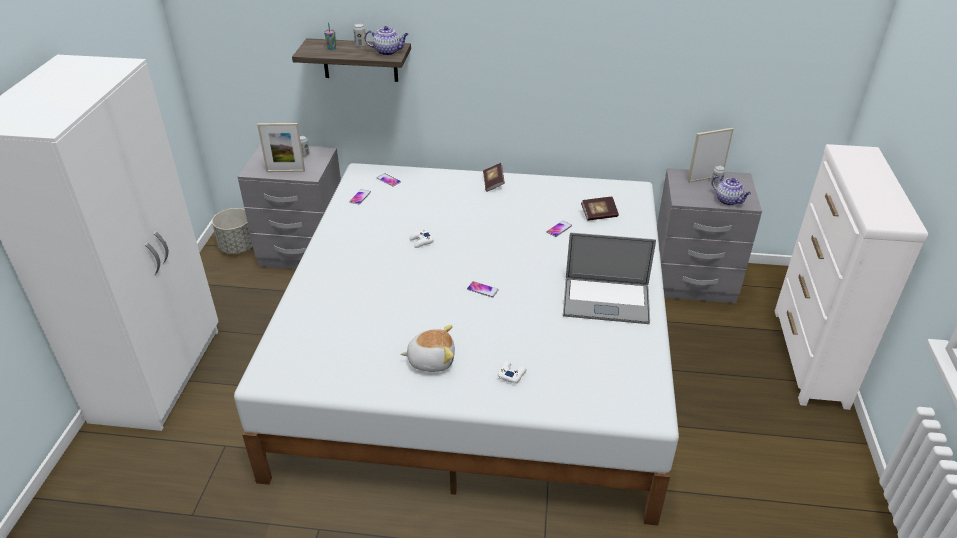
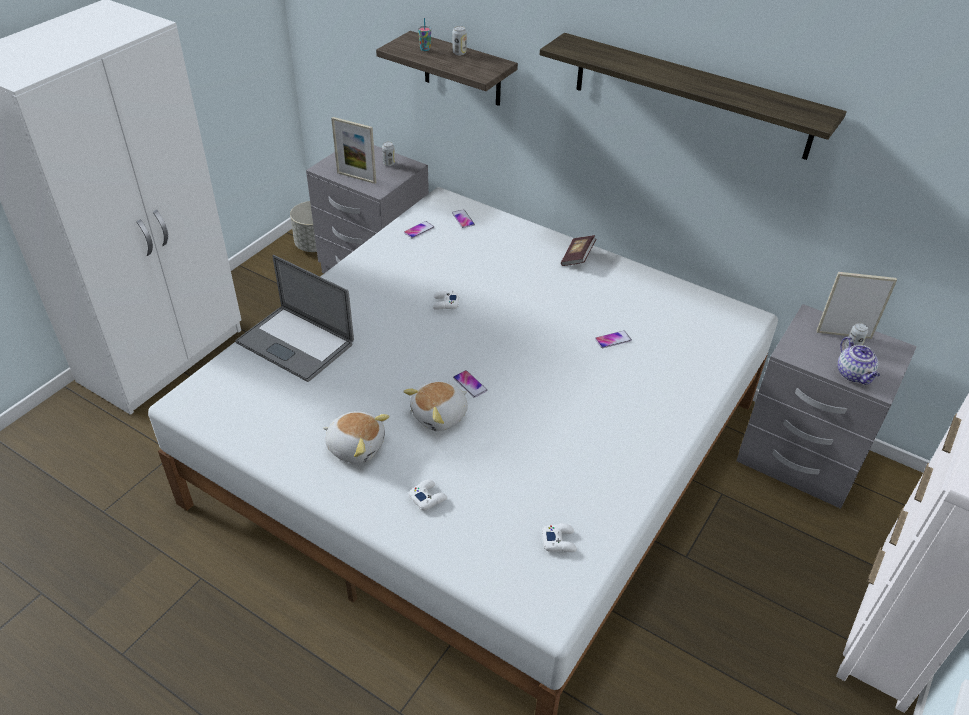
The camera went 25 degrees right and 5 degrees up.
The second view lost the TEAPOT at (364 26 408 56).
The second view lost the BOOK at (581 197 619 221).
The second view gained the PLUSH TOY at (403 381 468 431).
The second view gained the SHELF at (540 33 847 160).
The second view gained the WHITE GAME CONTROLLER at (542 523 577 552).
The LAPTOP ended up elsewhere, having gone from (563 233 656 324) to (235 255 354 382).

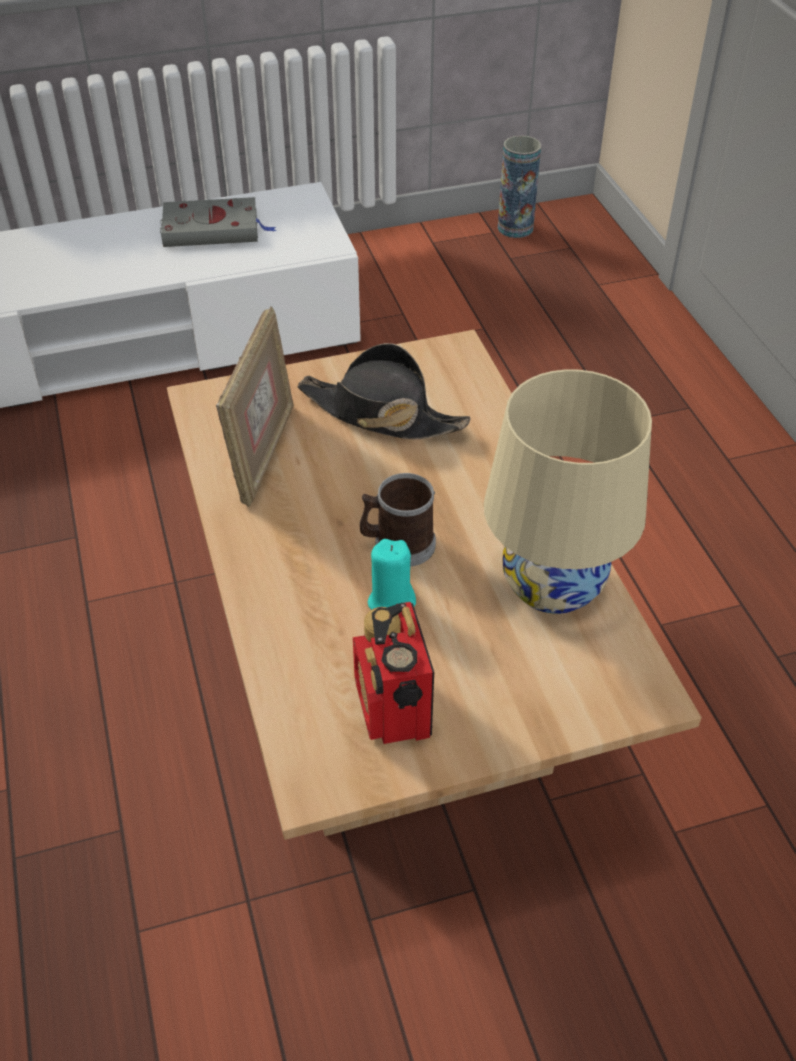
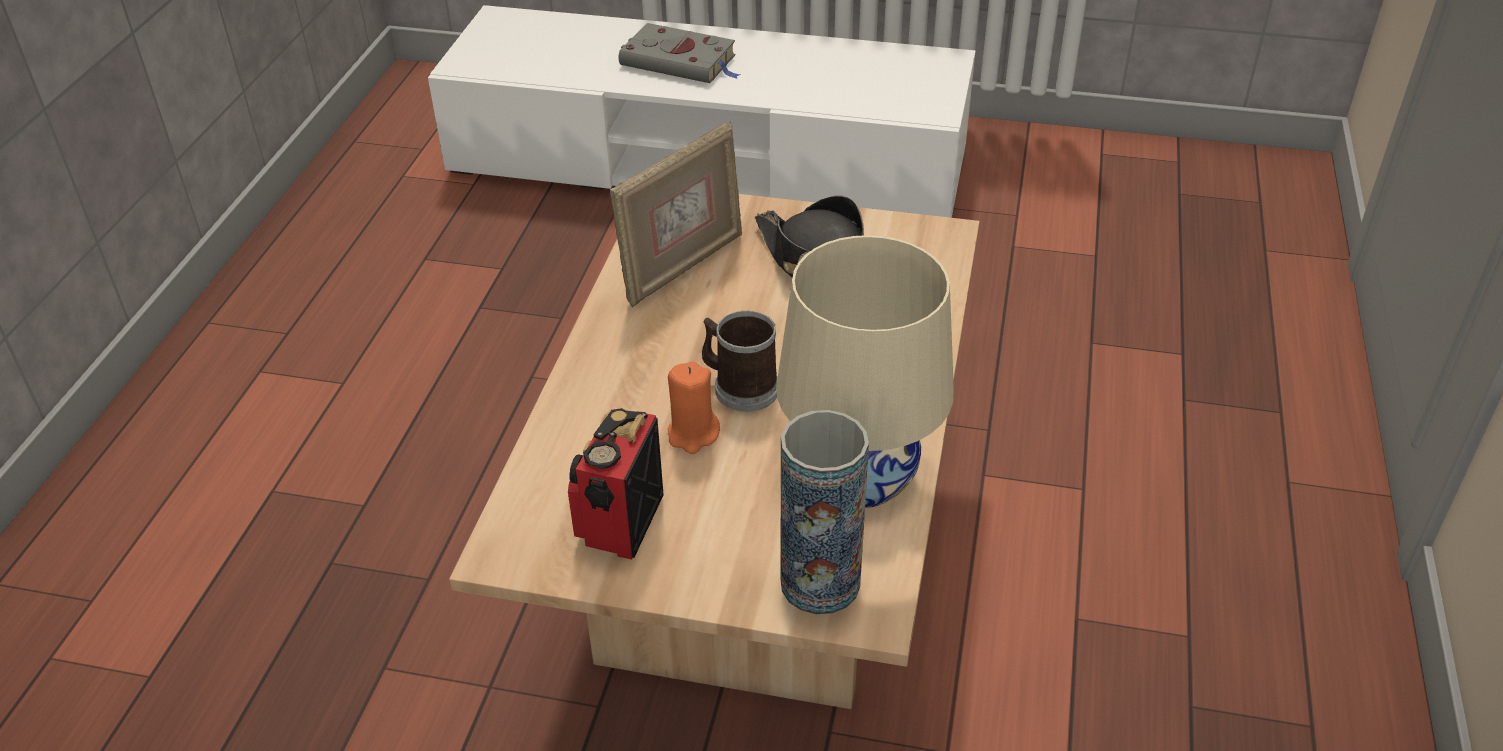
The camera went 30 degrees right and 5 degrees down.
The GREY BOOK ended up elsewhere, having gone from (160 197 276 247) to (619 23 740 83).
The VASE ended up elsewhere, having gone from (498 135 541 238) to (781 410 869 615).
What was the TURQUOISE CANDLE at (368 539 416 610) turned into the ORANGE CANDLE at (668 362 720 454).

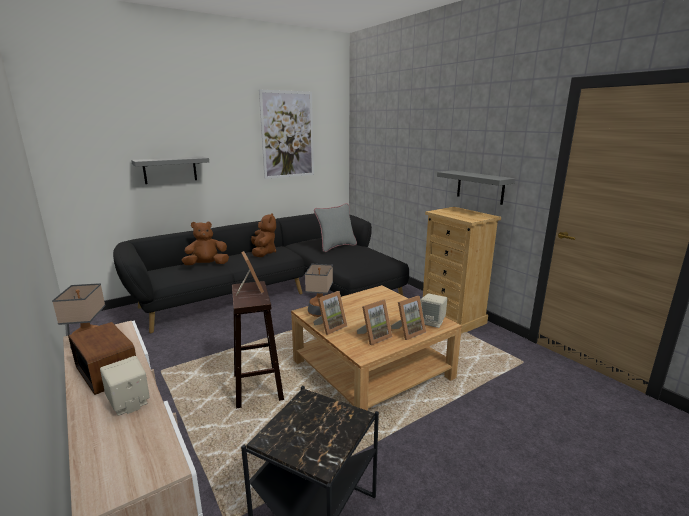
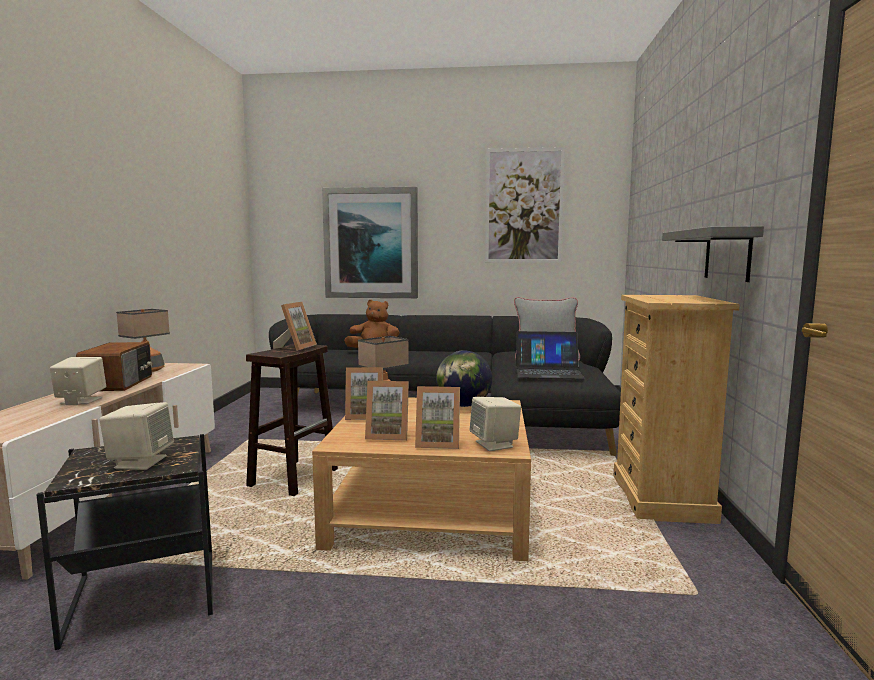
The camera went 40 degrees right and 10 degrees down.
The second view lost the BROWN PLUSH TOY at (251 213 276 257).
The second view gained the BEIGE SPEAKER at (99 402 174 470).
The second view gained the GLOBE at (436 351 492 407).
The second view gained the LAPTOP at (516 331 585 379).
Where the GREY SHELF hung at (131 157 209 184), the PICTURE came to hang at (322 187 418 298).

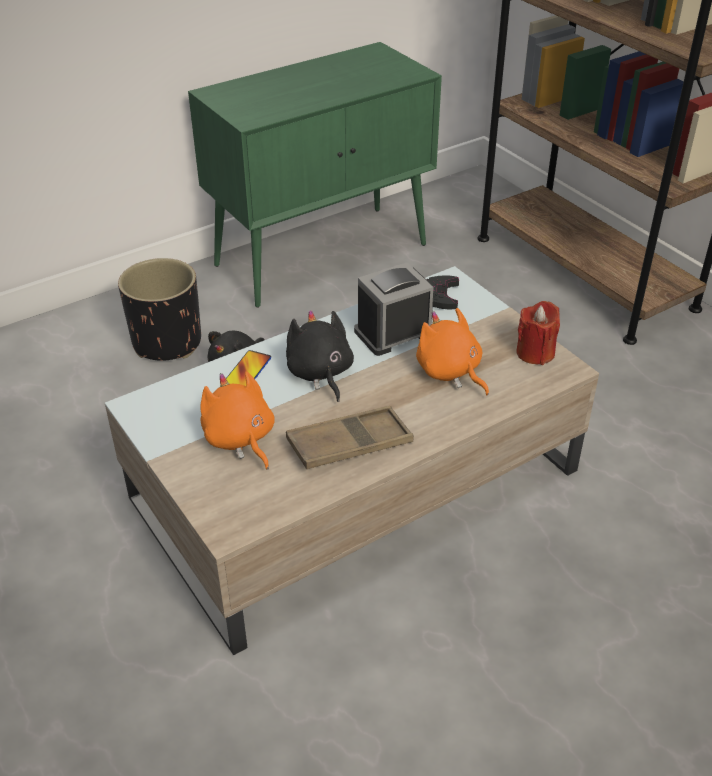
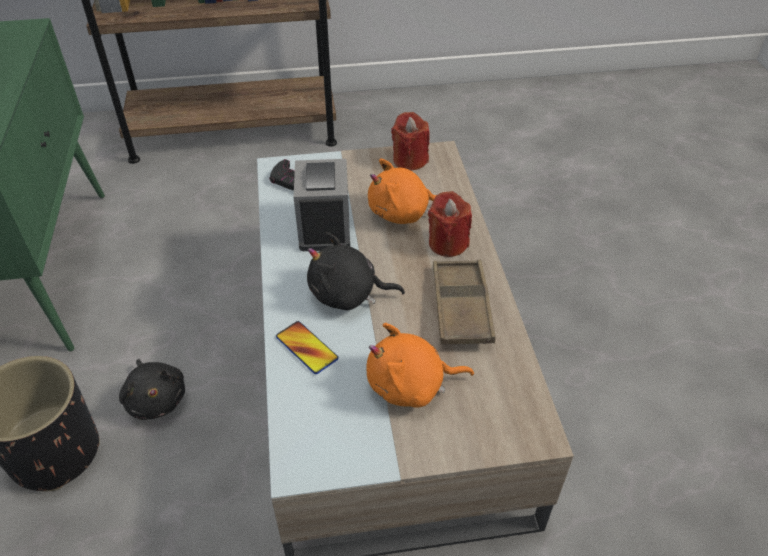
The camera went 65 degrees left and 5 degrees up.
The second view gained the RED CANDLE at (428 191 472 257).

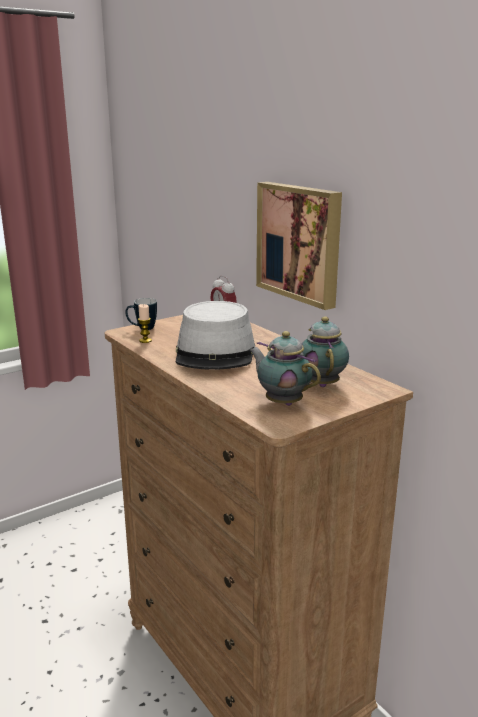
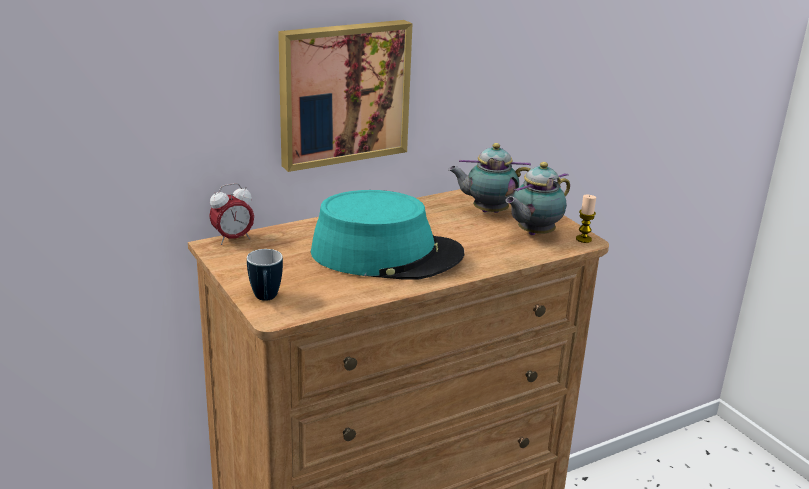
The camera went 85 degrees left and 5 degrees up.
The CANDLE ended up elsewhere, having gone from (138 304 152 343) to (576 195 596 243).
What was the GREY HAT at (175 301 255 370) turned into the TURQUOISE HAT at (311 190 464 280).

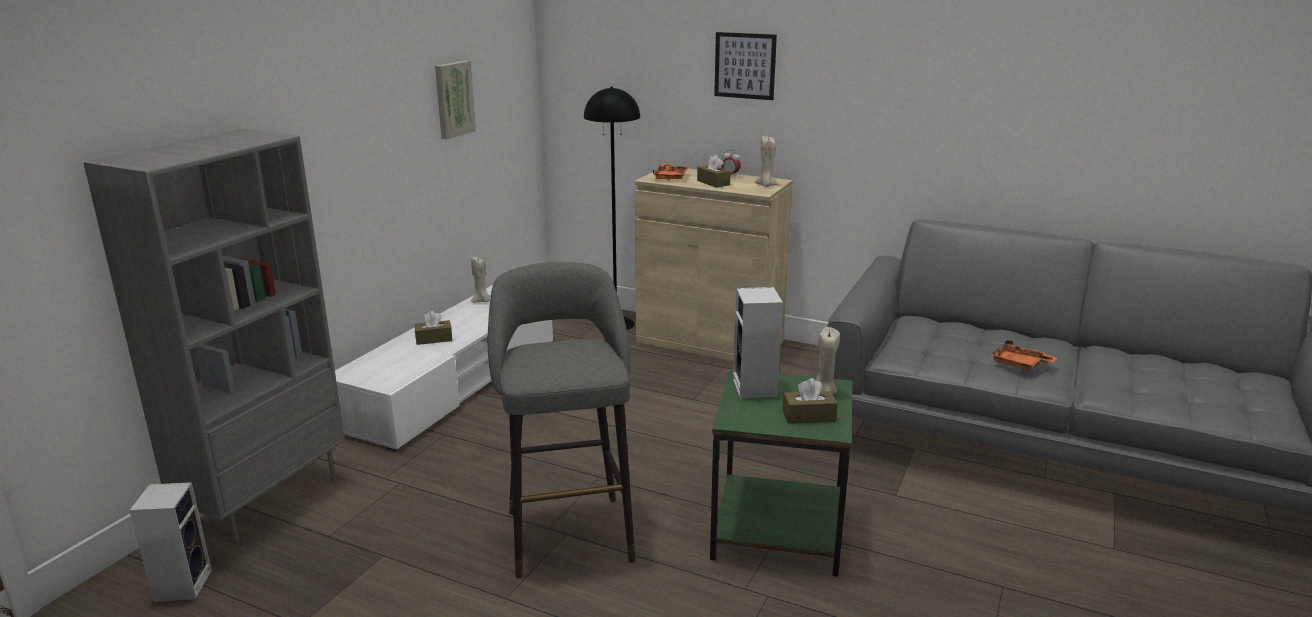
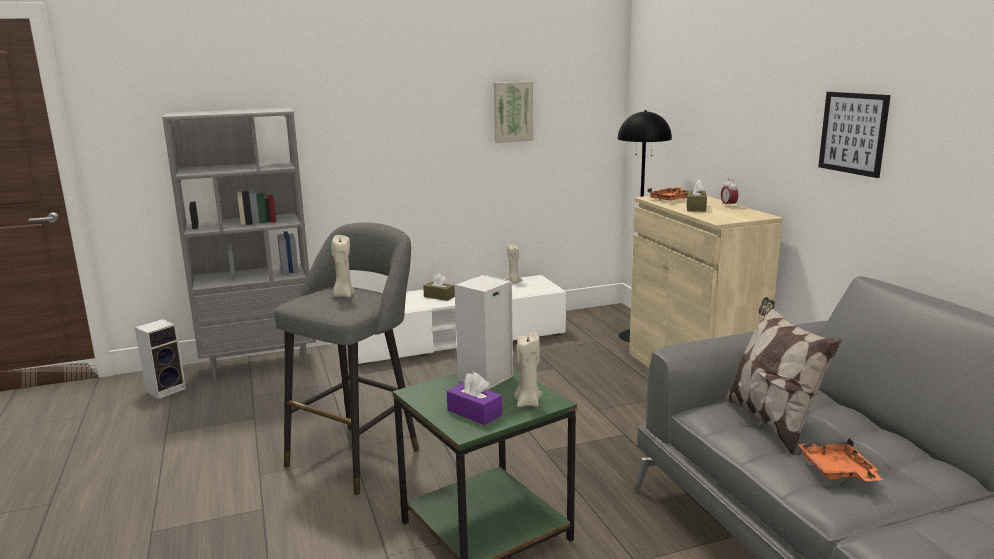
The camera went 45 degrees right and 5 degrees down.
The second view gained the PILLOW at (724 297 842 455).
The PICTURE ended up elsewhere, having gone from (714 32 777 100) to (818 92 891 178).
The BEIGE CANDLE ended up elsewhere, having gone from (755 136 778 187) to (331 235 355 297).
What was the BROWN TISSUE BOX at (783 378 838 424) turned into the PURPLE TISSUE BOX at (447 372 502 425).

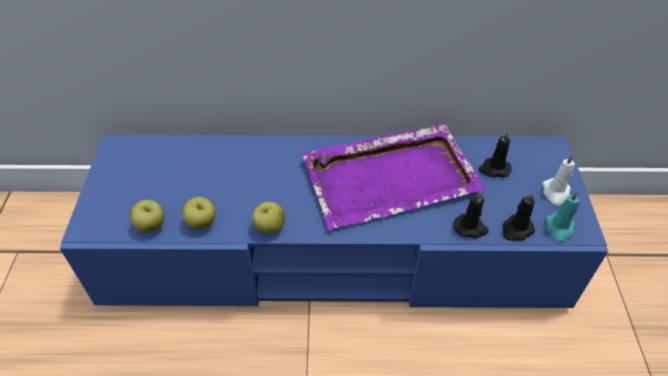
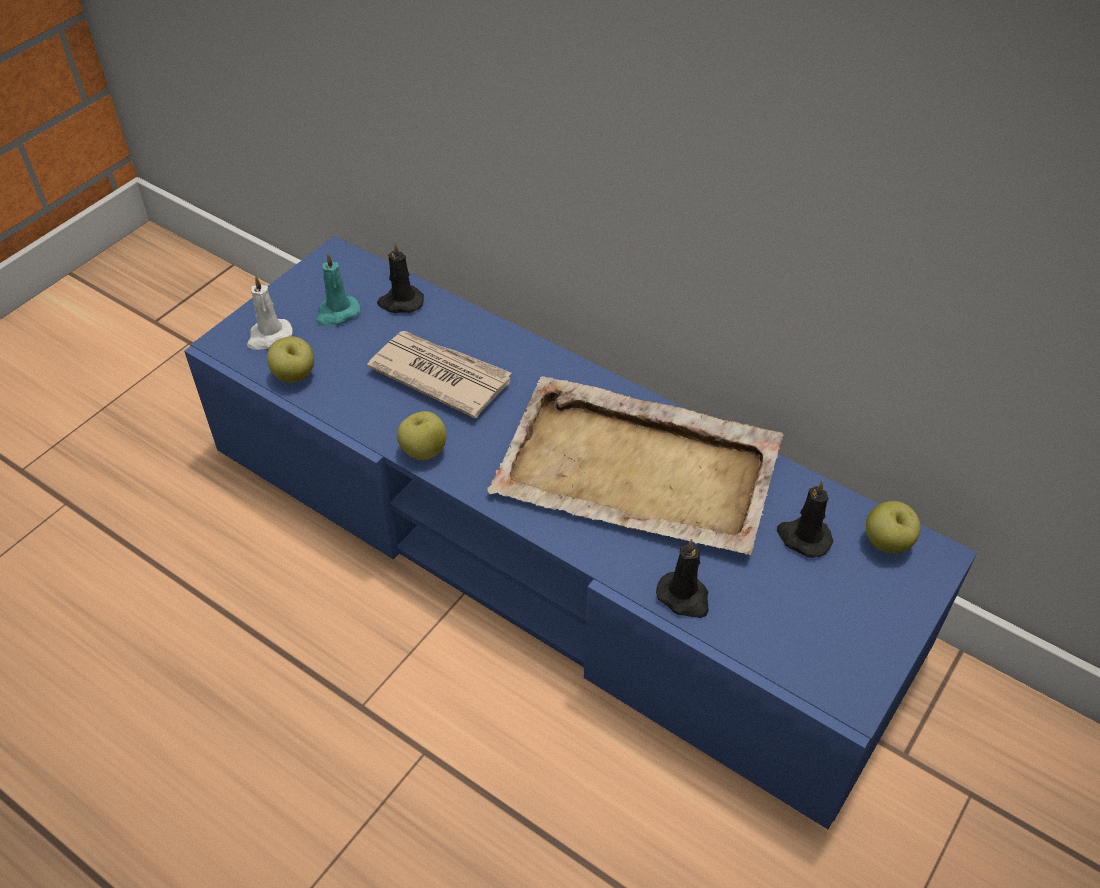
The camera went 35 degrees right and 0 degrees up.
The second view gained the NEWSPAPER at (367 331 511 418).
The APPLE ended up elsewhere, having gone from (182 197 216 229) to (866 501 921 553).
The BLACK CANDLE ended up elsewhere, having gone from (503 192 535 241) to (377 242 424 313).
The WHITE CANDLE ended up elsewhere, having gone from (542 154 575 205) to (247 275 293 350).
The TURQUOISE CANDLE ended up elsewhere, having gone from (545 191 580 243) to (316 252 360 326).
What was the PURPLE TRAY at (303 124 485 230) turned into the BEIGE TRAY at (487 376 784 555).

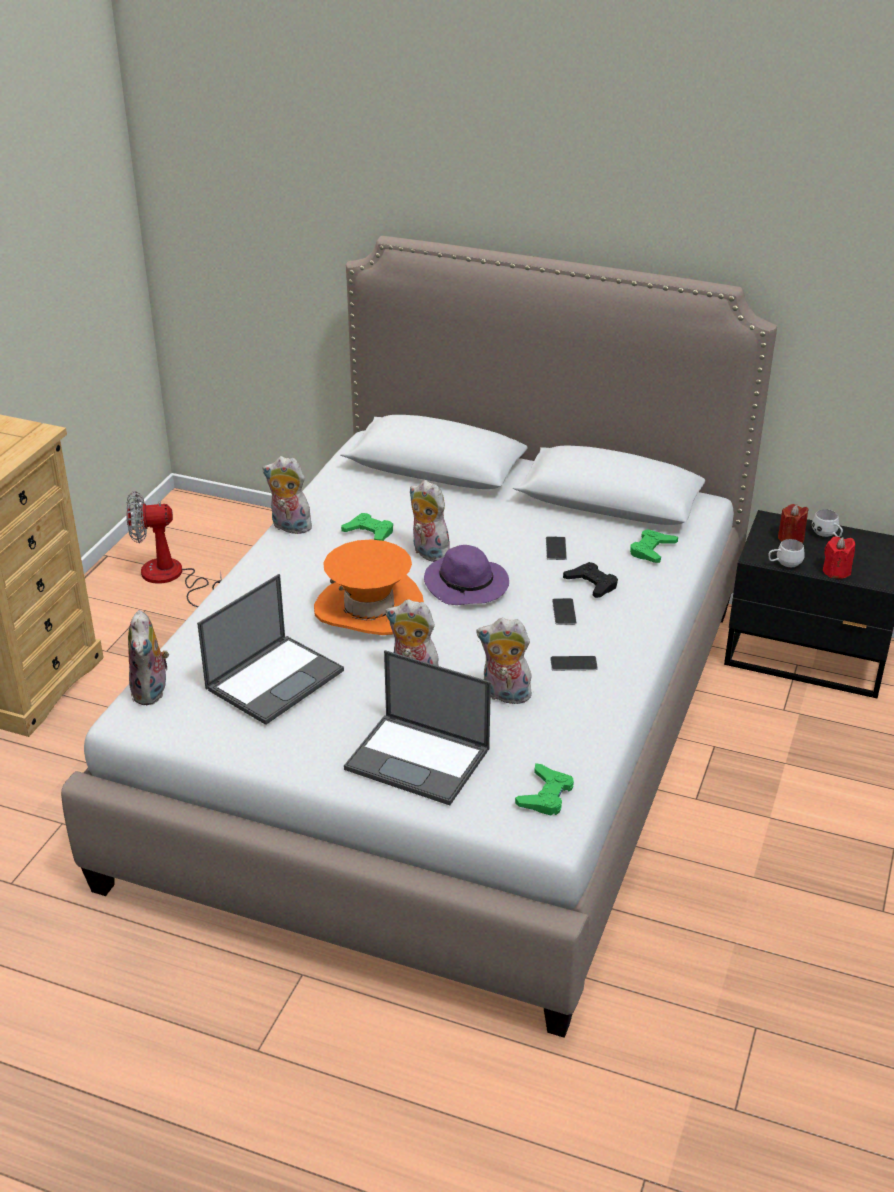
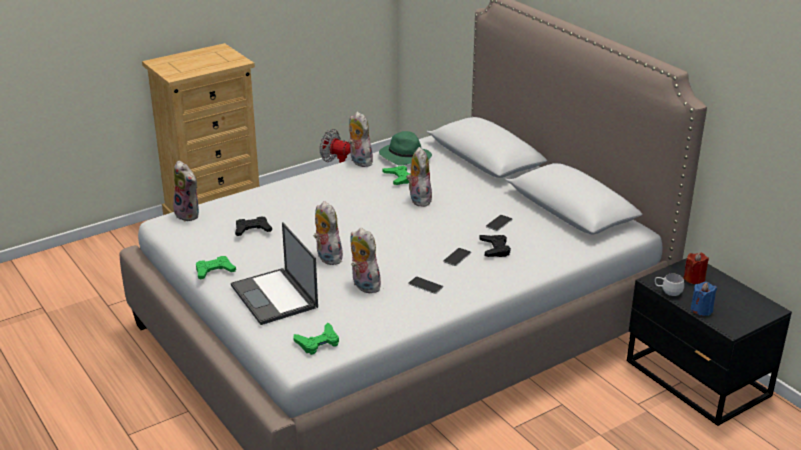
The camera went 35 degrees right and 5 degrees down.
The second view lost the ORANGE HAT at (314 539 424 635).
The second view lost the PURPLE HAT at (424 545 509 605).
The second view lost the WHITE MUG at (812 509 843 537).
The second view gained the GREEN HAT at (379 131 432 166).
The GREEN GAME CONTROLLER ended up elsewhere, having gone from (630 529 678 563) to (196 256 236 279).
Where the LAPTOP stood at (197 574 344 725), the BLACK GAME CONTROLLER came to stand at (235 216 272 236).
What was the RED CANDLE at (823 537 855 579) turned into the BLUE CANDLE at (691 282 717 316).
The PLUSH TOY at (128 610 169 705) ended up facing another way, 75 degrees counterclockwise from before.

